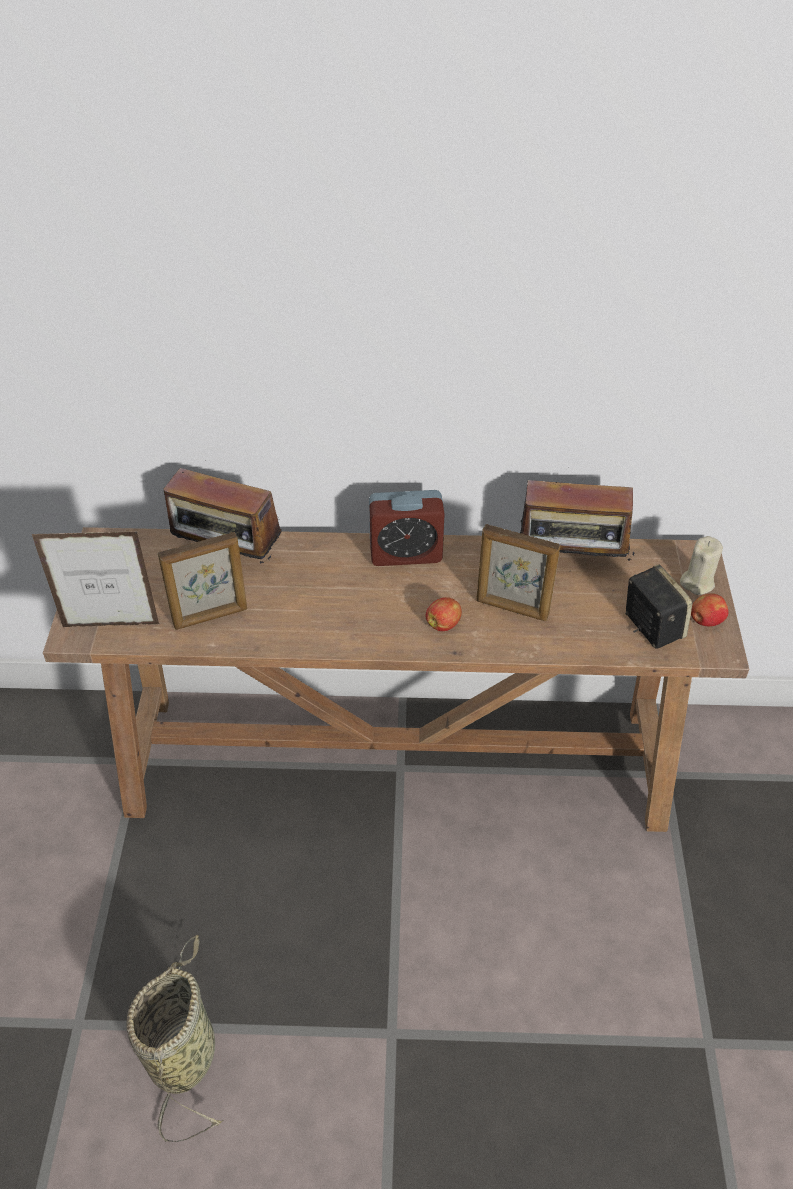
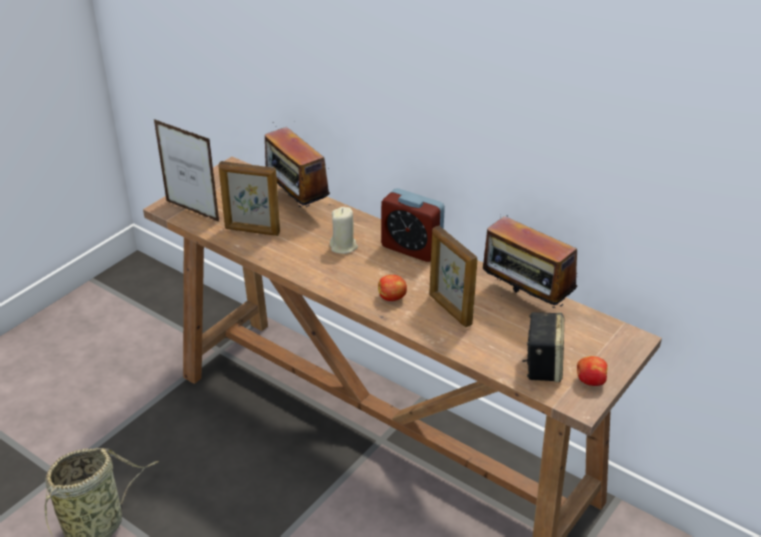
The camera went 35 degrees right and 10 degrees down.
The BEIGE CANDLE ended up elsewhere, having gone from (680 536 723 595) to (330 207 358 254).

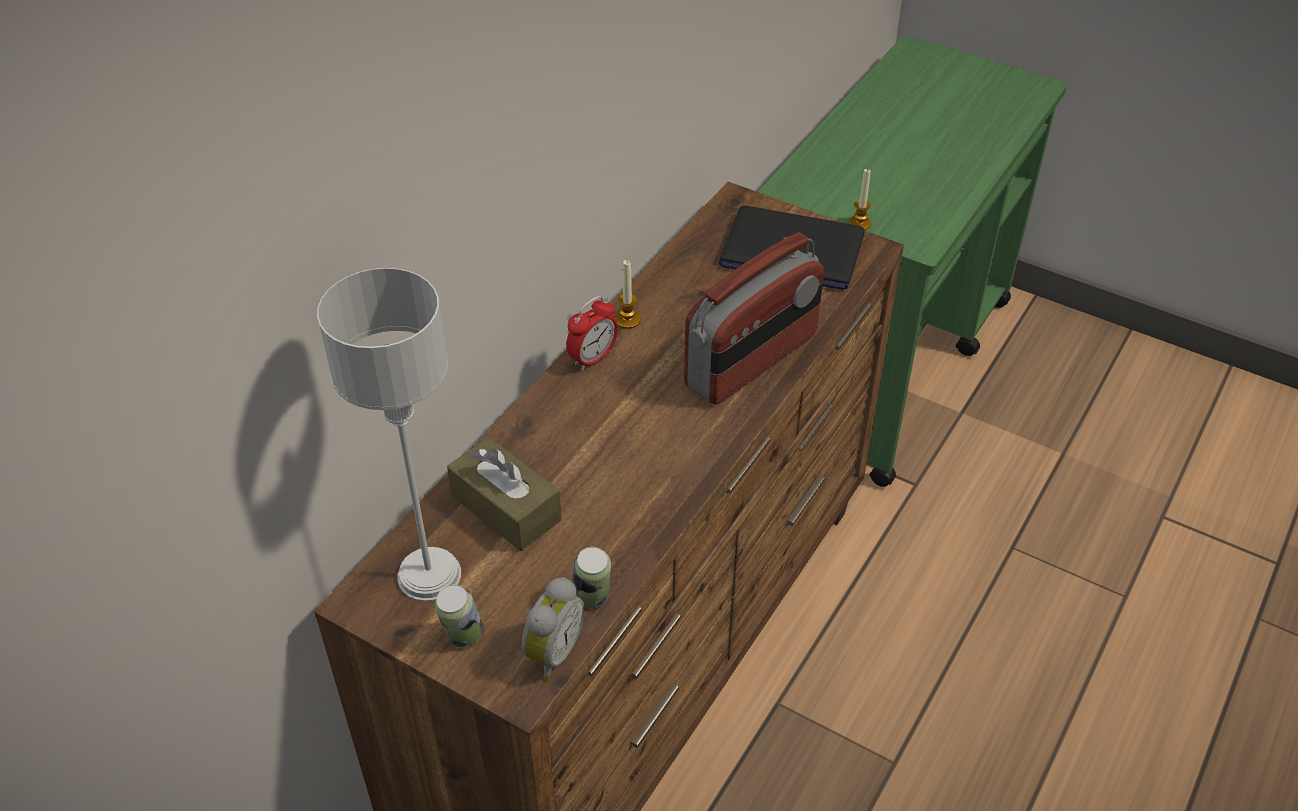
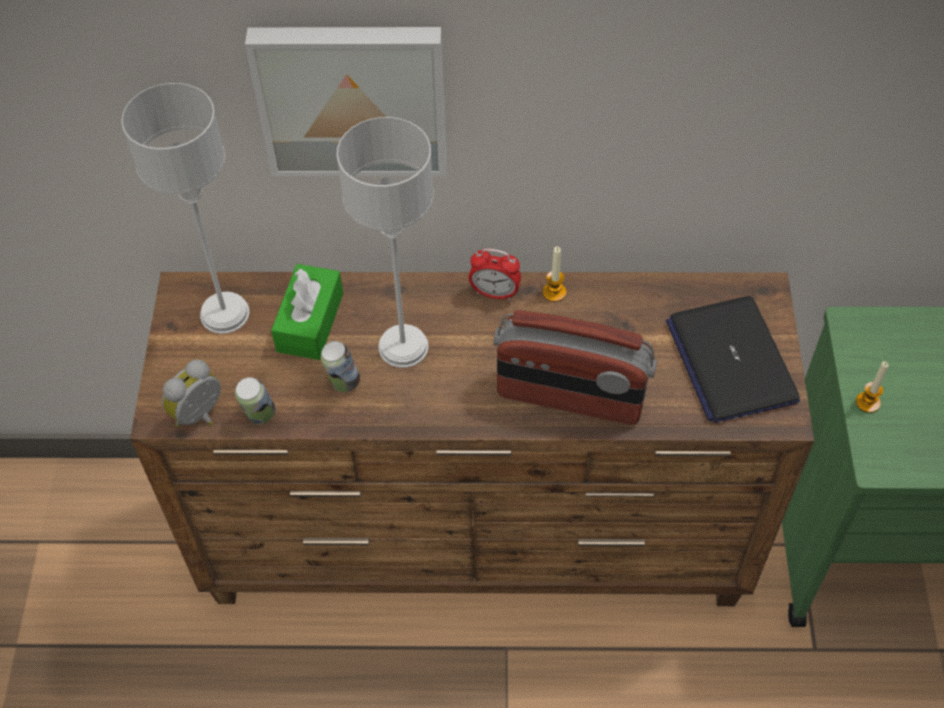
The camera went 60 degrees right and 10 degrees up.
The second view gained the PICTURE at (245 27 447 176).
The second view gained the GREY TABLE LAMP at (337 117 433 368).
The CAN ended up elsewhere, having gone from (435 585 484 648) to (321 341 360 392).
What was the BROWN TISSUE BOX at (447 437 562 551) turned into the GREEN TISSUE BOX at (271 264 343 360).
The ALARM CLOCK at (522 578 585 680) ended up facing another way, 135 degrees clockwise from before.

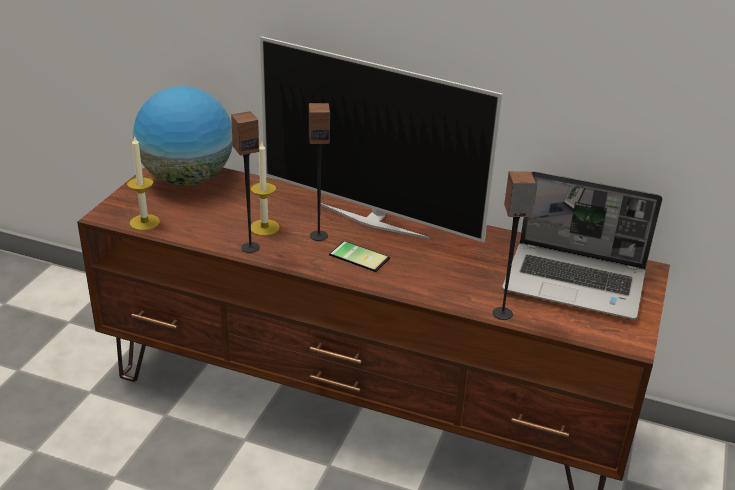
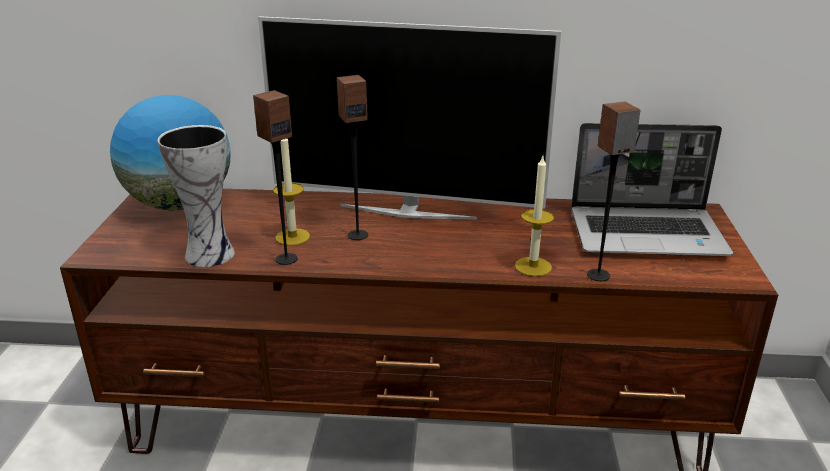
The camera went 15 degrees left and 5 degrees down.
The second view lost the PHONE at (329 241 390 272).
The second view gained the VASE at (158 125 235 267).
The CANDLE ended up elsewhere, having gone from (127 135 160 231) to (515 157 554 277).

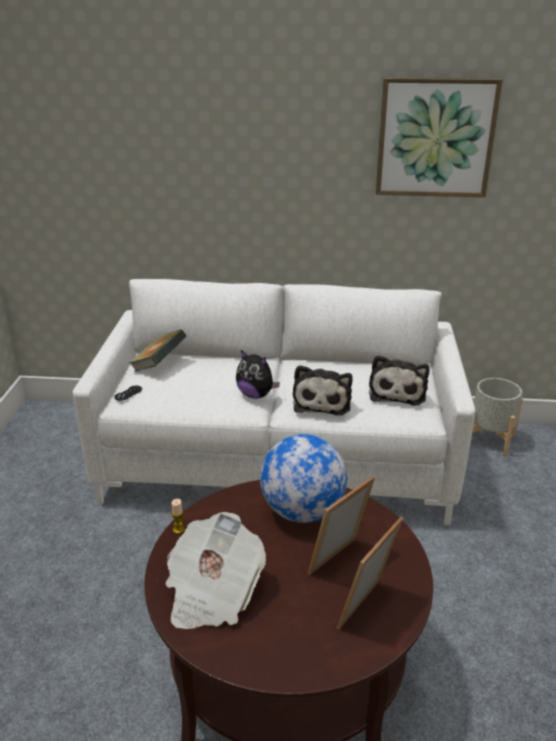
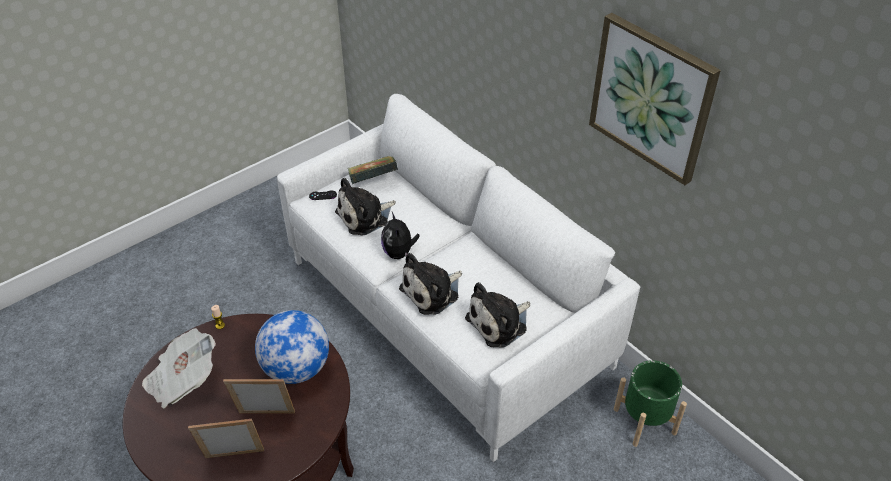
The camera went 45 degrees right and 15 degrees up.
The second view gained the PLUSH TOY at (335 178 396 235).
What was the GREY PLANTER at (472 378 523 457) turned into the GREEN PLANTER at (614 360 687 447).

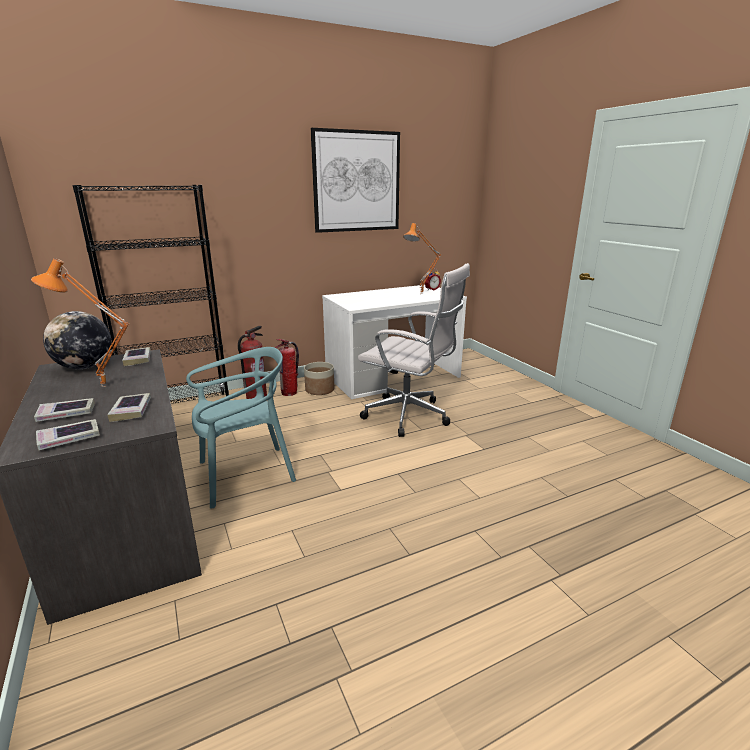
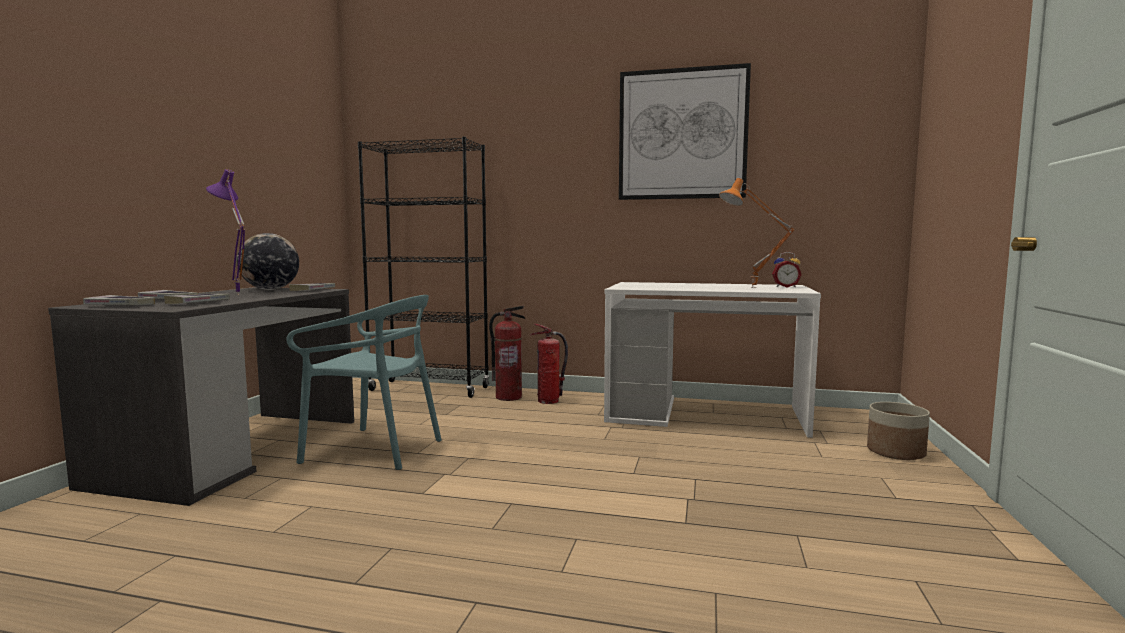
The camera went 40 degrees right and 15 degrees down.
The second view lost the WHITE OFFICE CHAIR at (358 263 470 437).
The PLANTER ended up elsewhere, having gone from (304 362 334 395) to (867 402 930 460).
What was the ORANGE TABLE LAMP at (31 258 129 387) turned into the PURPLE TABLE LAMP at (206 169 245 295).

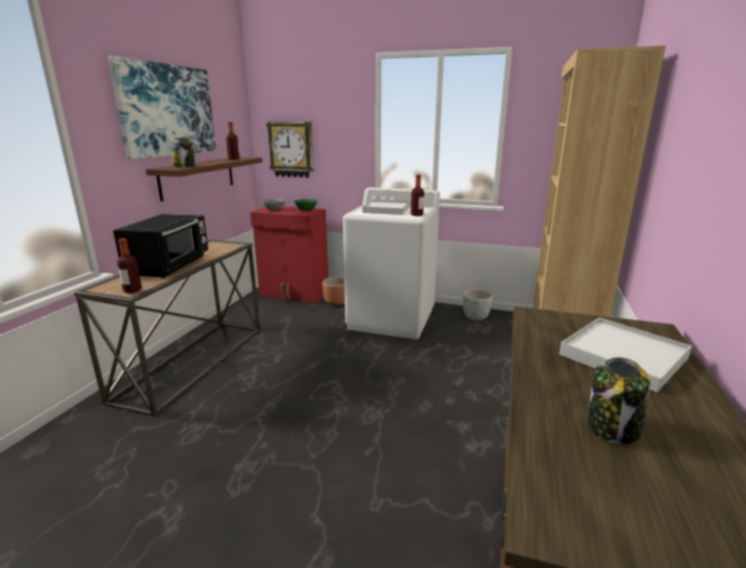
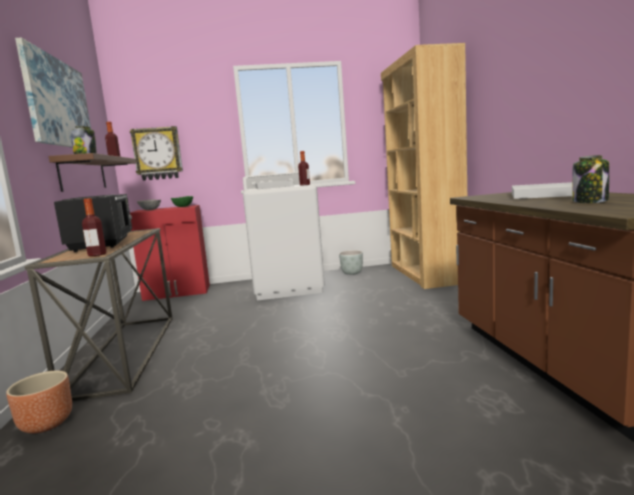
The camera went 25 degrees left and 10 degrees down.
The BROWN PLANTER ended up elsewhere, having gone from (322 277 345 305) to (6 371 72 434).

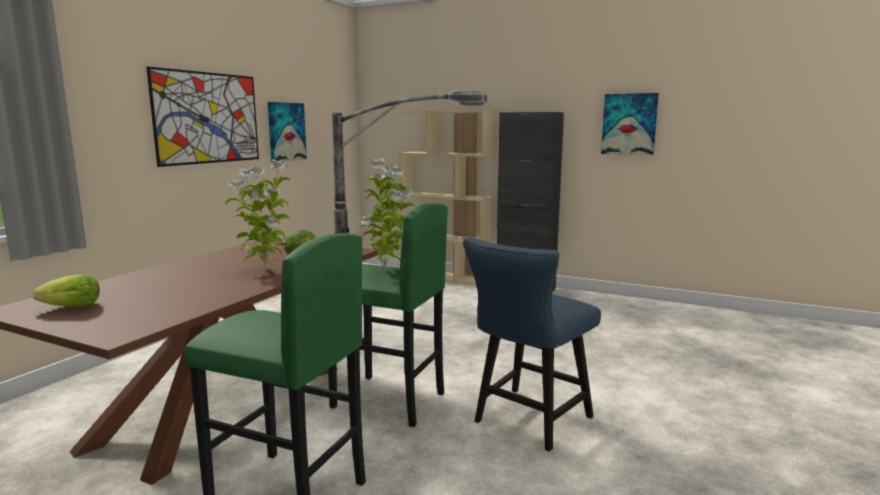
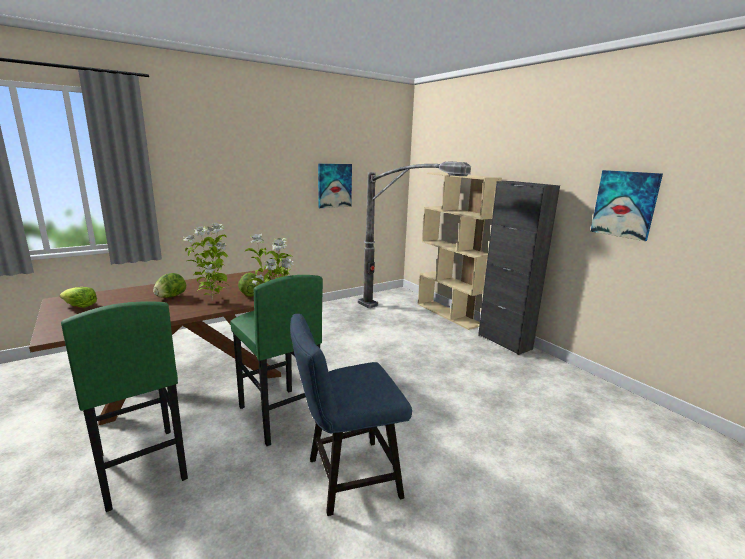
The camera went 30 degrees right and 5 degrees up.
The second view lost the PICTURE at (146 66 259 167).
The second view gained the LETTUCE at (153 273 186 298).

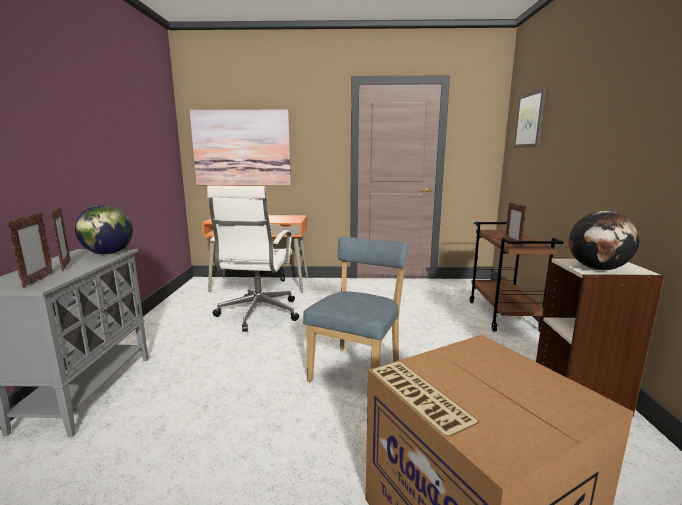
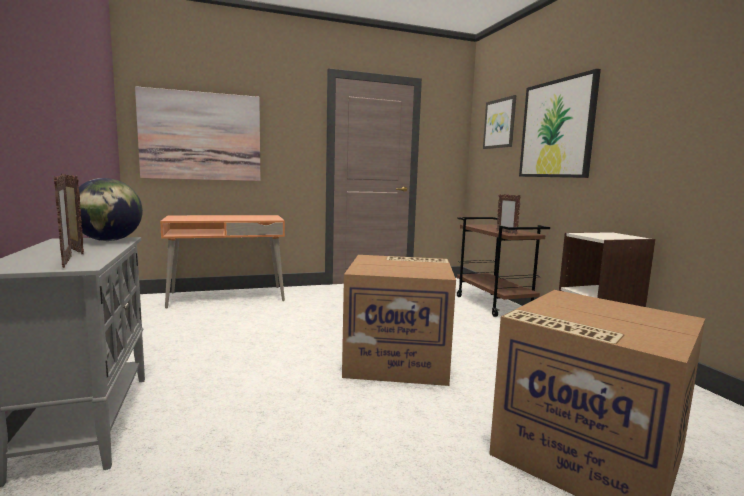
The camera went 20 degrees left and 5 degrees down.
The second view lost the WHITE OFFICE CHAIR at (207 185 299 332).
The second view lost the GLOBE at (569 211 640 270).
The second view gained the PICTURE at (519 69 601 178).
Where the BLUE CHAIR stood at (303 236 408 382), the CARDBOARD BOX came to stand at (342 255 456 386).

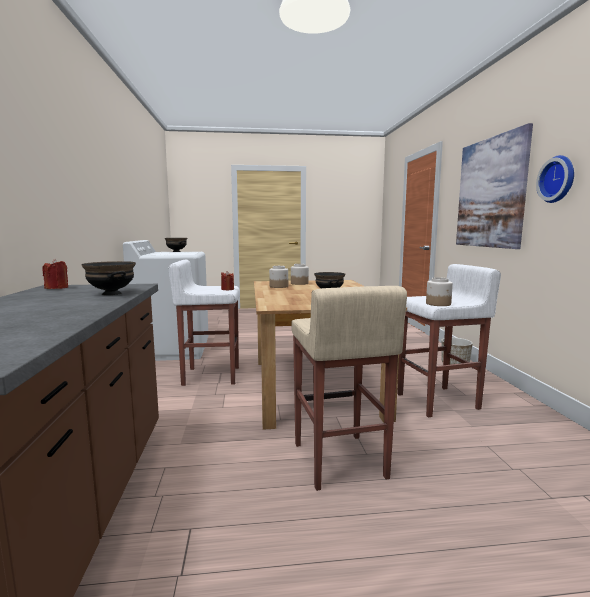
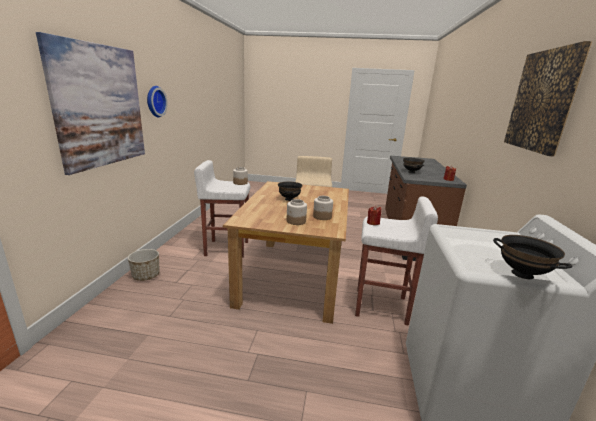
The camera went 165 degrees left and 10 degrees up.
The second view gained the PICTURE at (504 41 592 157).

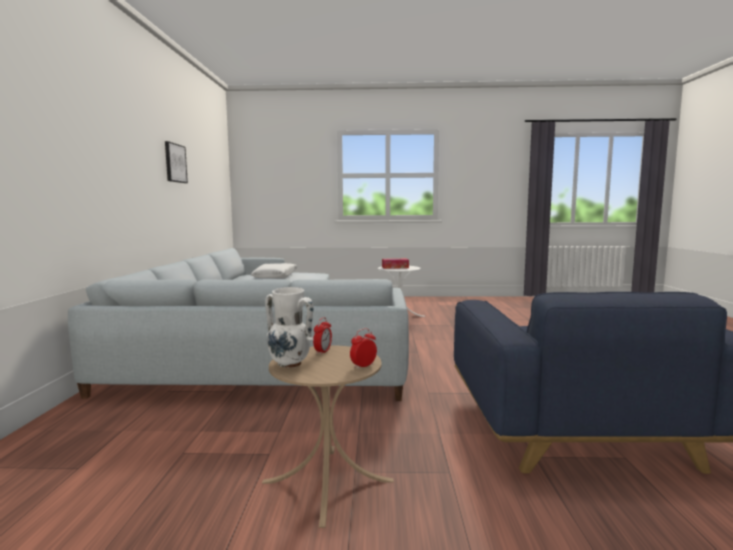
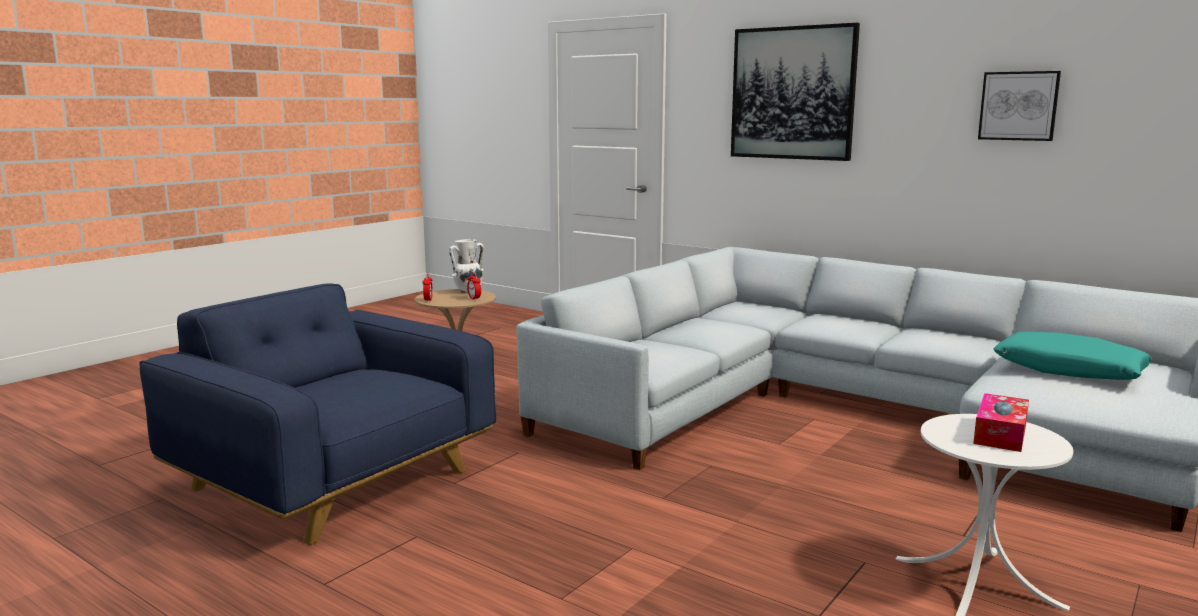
The camera went 125 degrees right and 5 degrees up.
The second view gained the PICTURE at (731 23 860 161).
What was the WHITE PILLOW at (251 263 297 278) turned into the TURQUOISE PILLOW at (993 332 1153 380).

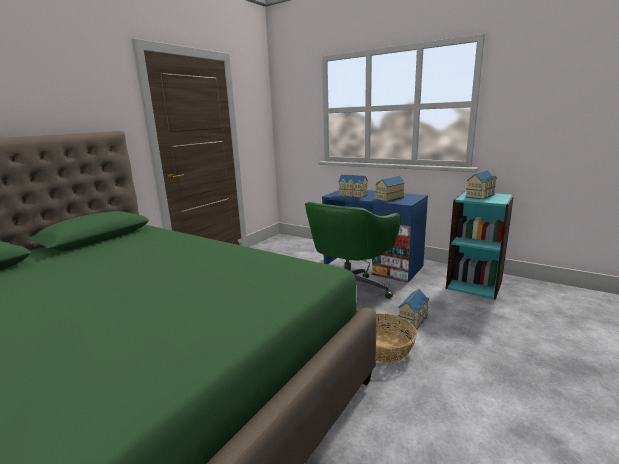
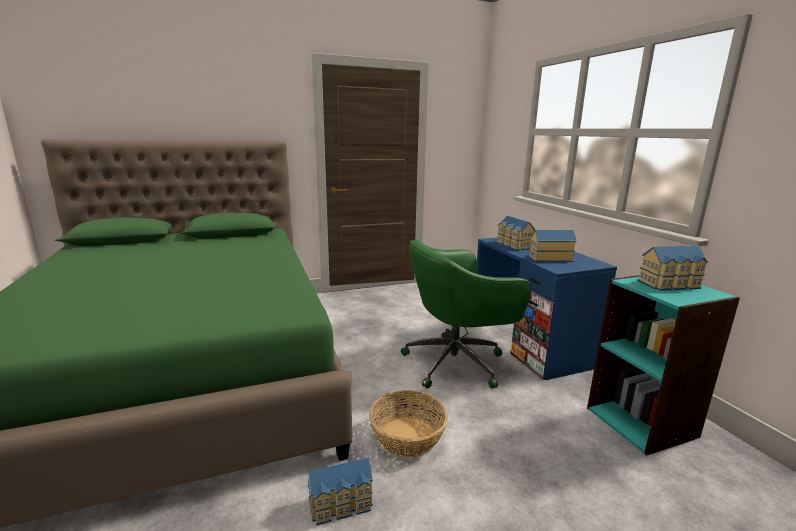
The camera went 35 degrees right and 0 degrees up.
The TOY HOUSE ended up elsewhere, having gone from (398 289 429 329) to (307 457 373 525).

